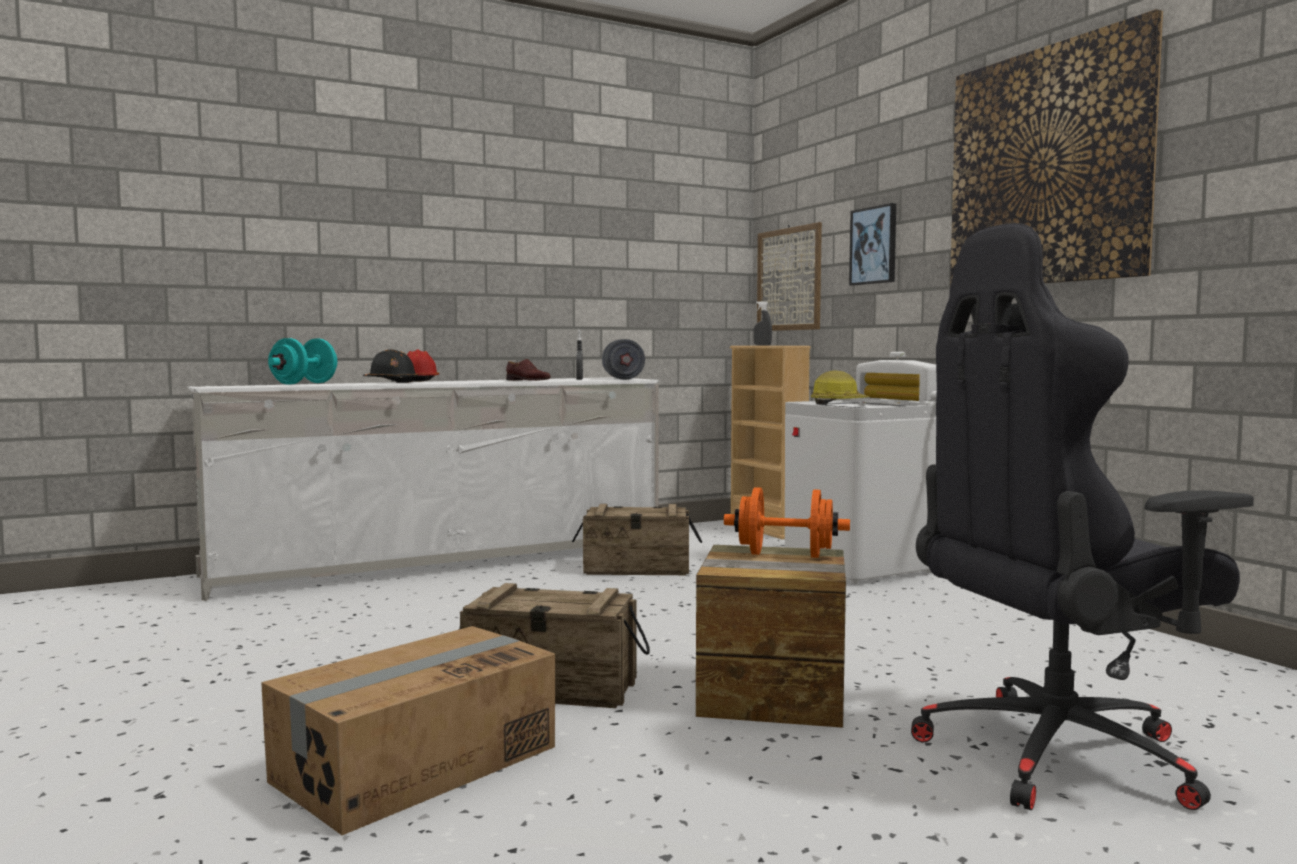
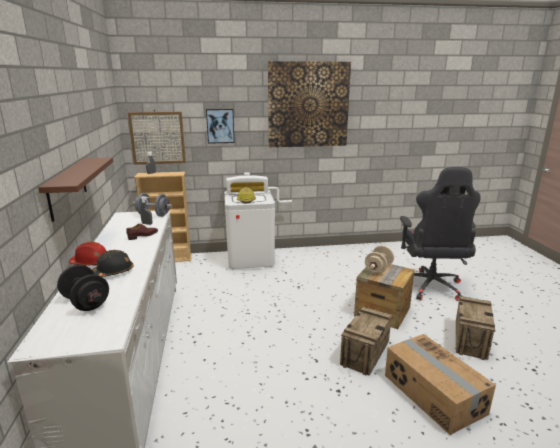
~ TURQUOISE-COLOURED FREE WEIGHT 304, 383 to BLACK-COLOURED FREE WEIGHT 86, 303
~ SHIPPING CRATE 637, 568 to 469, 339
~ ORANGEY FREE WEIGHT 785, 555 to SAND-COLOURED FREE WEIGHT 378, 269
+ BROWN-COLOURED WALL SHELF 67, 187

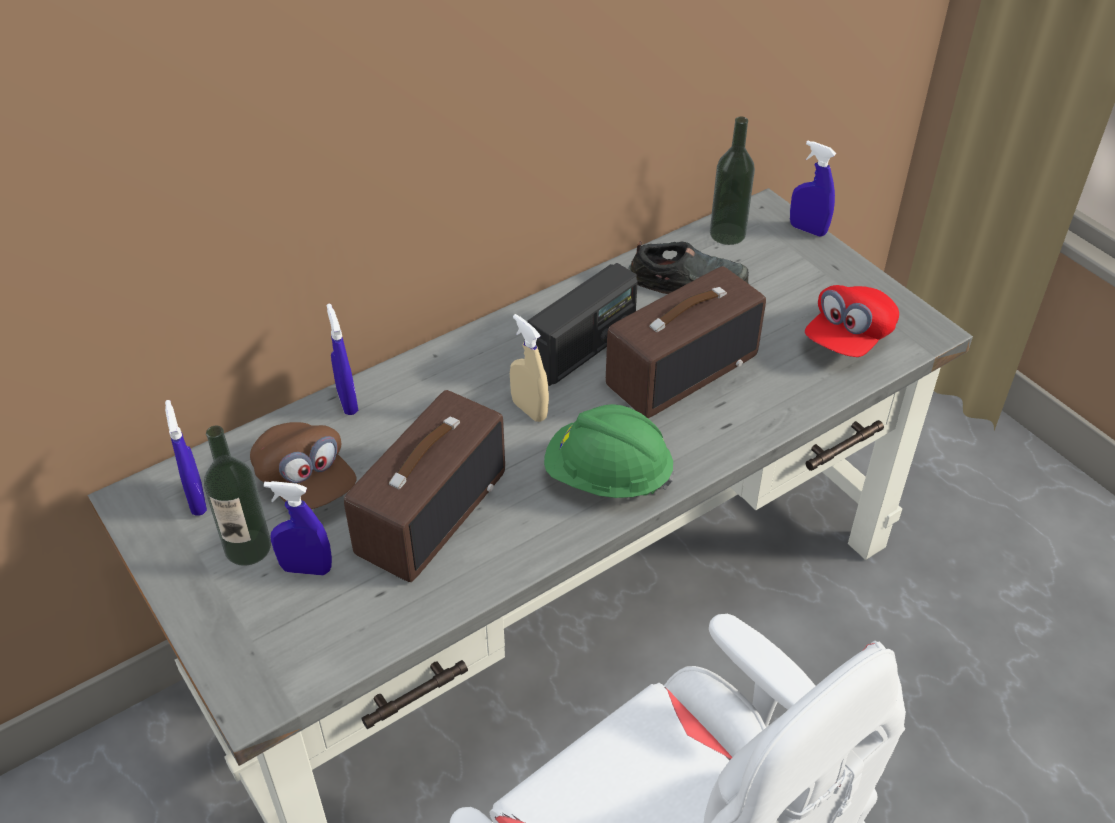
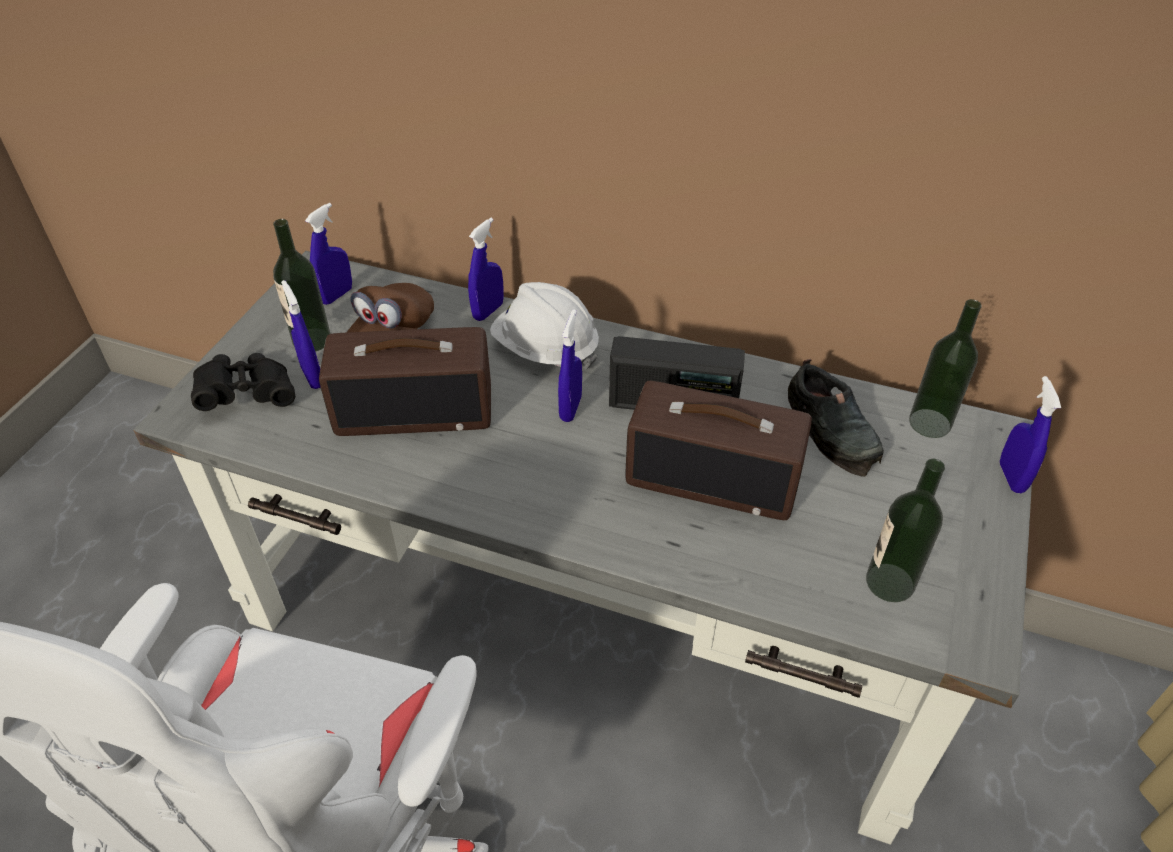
~ SAND-COLOURED SPRAY BOTTLE 529, 410 to BLUISH SPRAY BOTTLE 570, 408
- GREEN WORK HELMET 607, 477
~ RED CAP 848, 338 to BOTTLE 889, 582
+ BLACK-COLOURED BINOCULARS 247, 395
+ WHITE WORK HELMET 545, 350

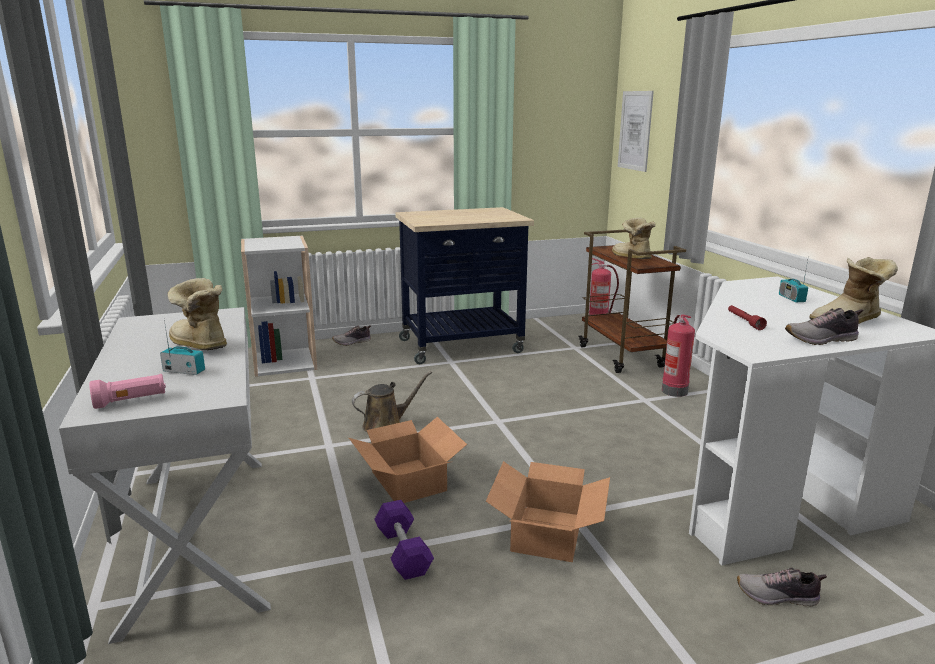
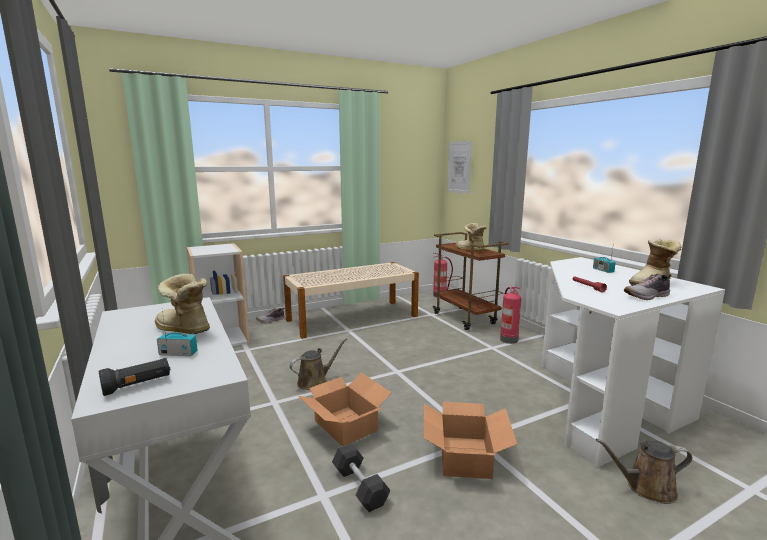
~ PINK-COLOURED FLASHLIGHT 131, 401 to BLACK-COLOURED FLASHLIGHT 137, 385
~ PURPLE-COLOURED FREE WEIGHT 403, 551 to GREYISH FREE WEIGHT 360, 487
~ BLUISH WHEELED CART 461, 346 to SAND-COLOURED BENCH 352, 318
~ ITEM OF FOOTWEAR 778, 597 to BROWN-COLOURED WATERING CAN 646, 488

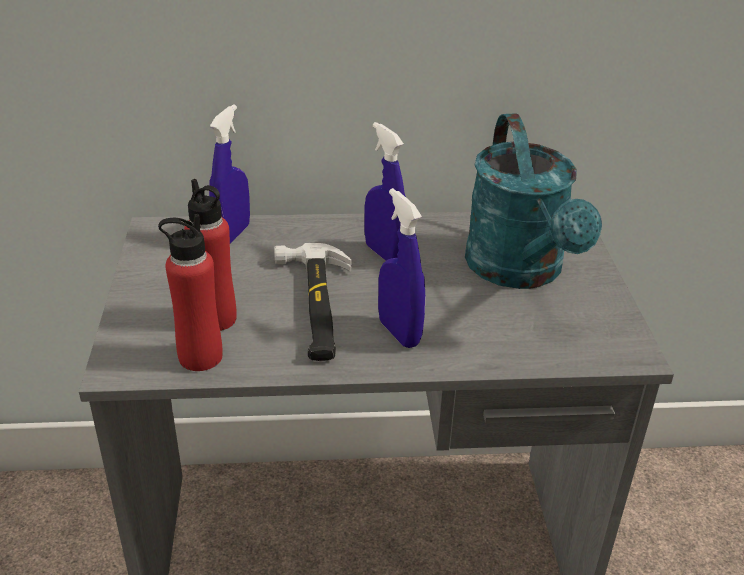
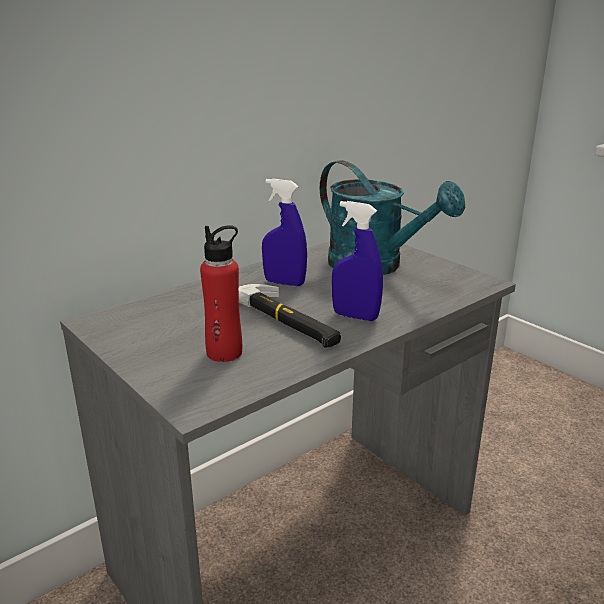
- RED BOTTLE 200, 357
- BLUISH SPRAY BOTTLE 232, 234

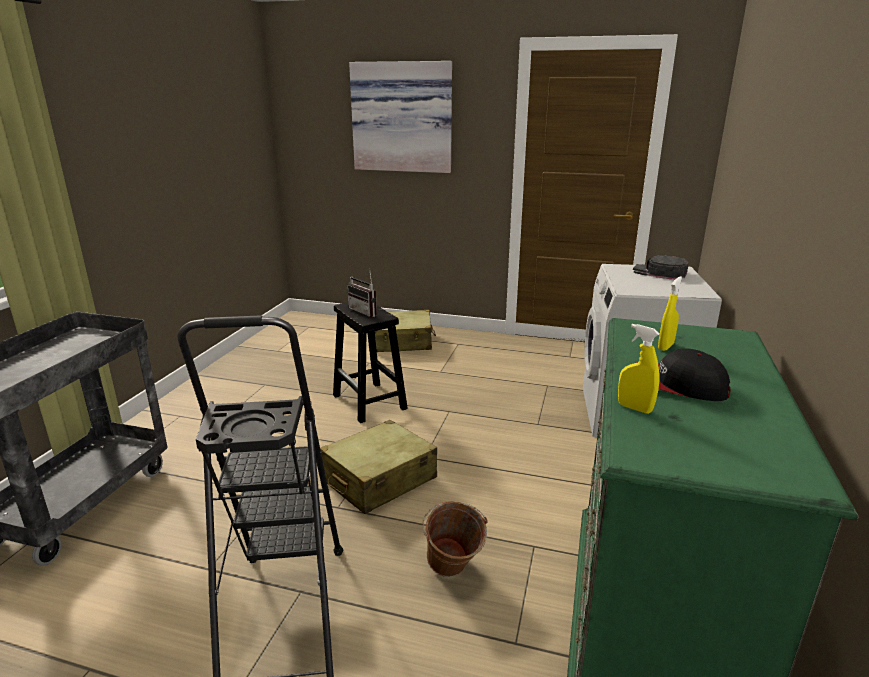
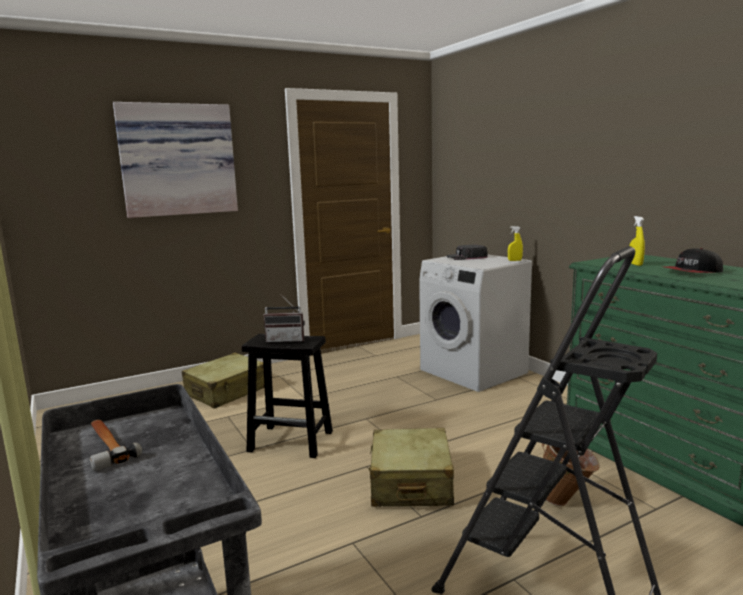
~ YELLOWISH SPRAY BOTTLE 634, 408 to 514, 260
+ HAMMER 106, 445

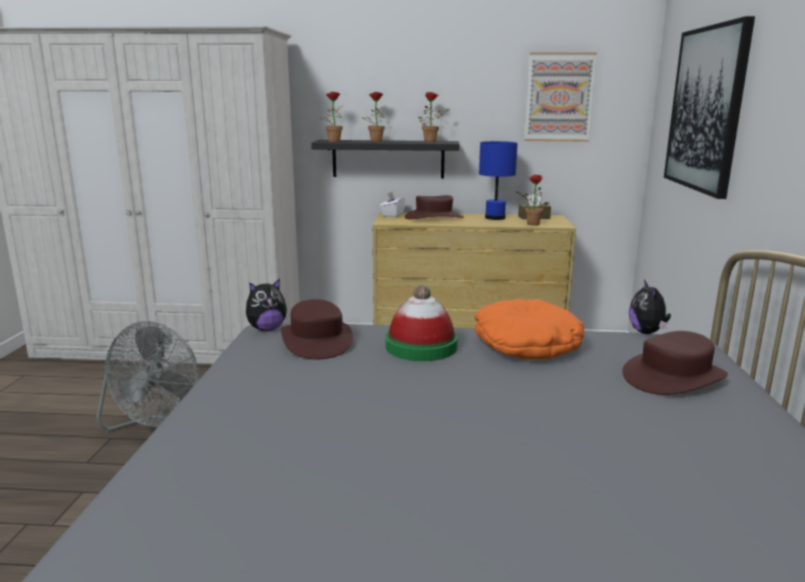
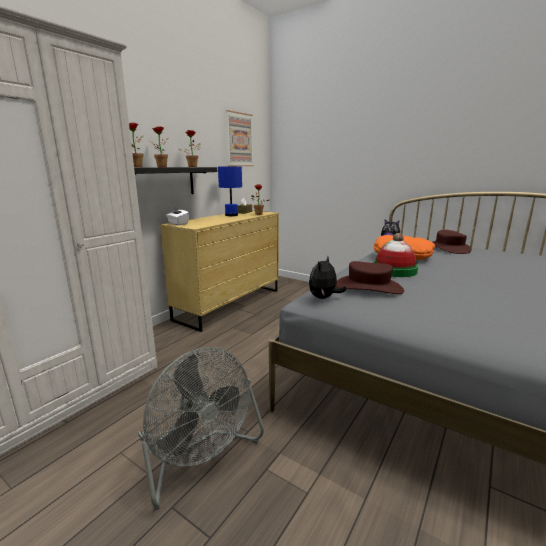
~ CUDDLY TOY 266, 328 = 324, 298 150 degrees counterclockwise
- BROWN-COLOURED WEARABLE HAT 434, 217
- WALL PICTURE 706, 109

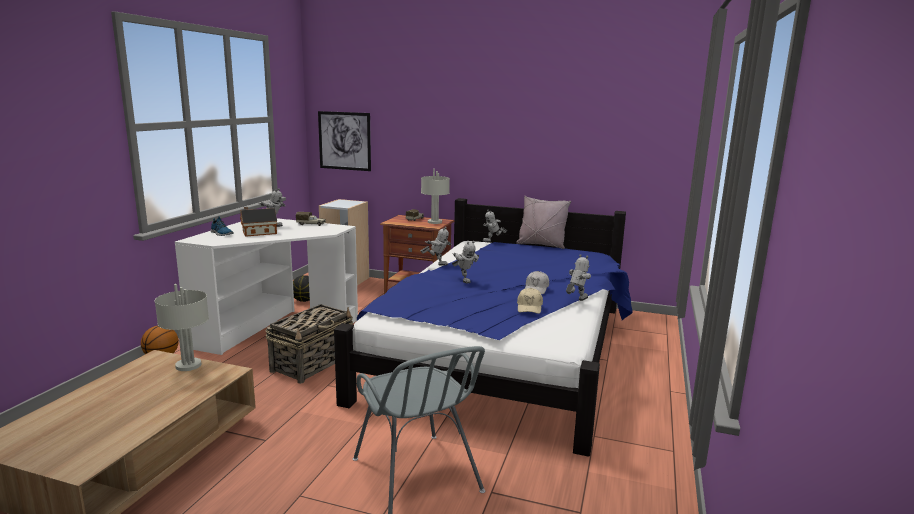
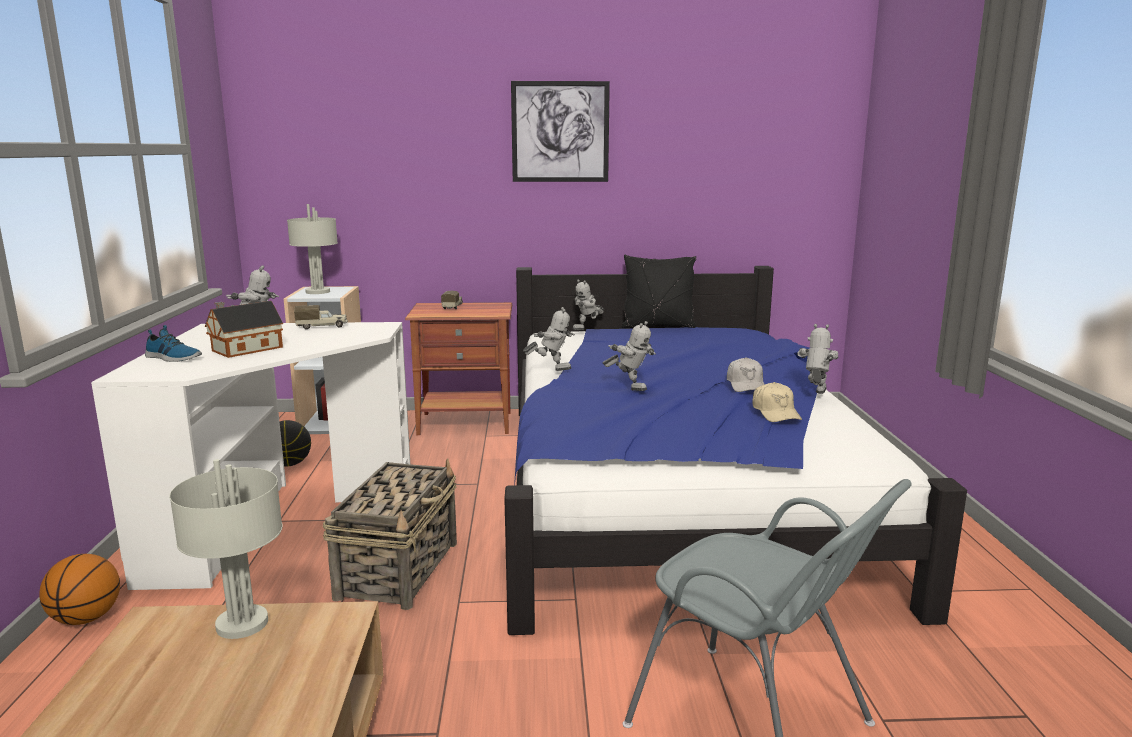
~ WALL PICTURE 344, 141 to 560, 132
~ GREYISH LAMP FOR A TABLE 434, 222 to 317, 292
~ PURPLE-COLOURED THROW PILLOW 541, 245 to BLACK-COLOURED THROW PILLOW 658, 326

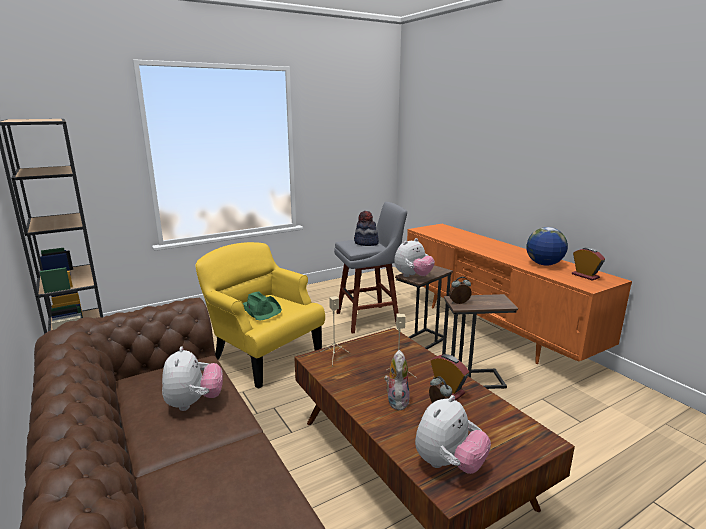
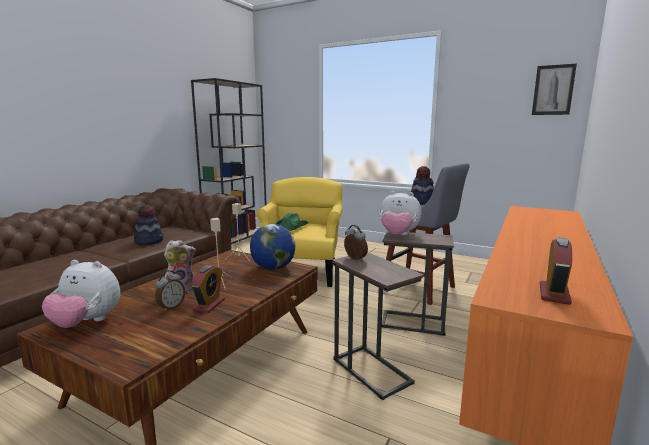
~ CUDDLY TOY 194, 403 to WEARABLE HAT 149, 241
~ GLOBE 544, 264 to 273, 268
+ WALL PICTURE 553, 90

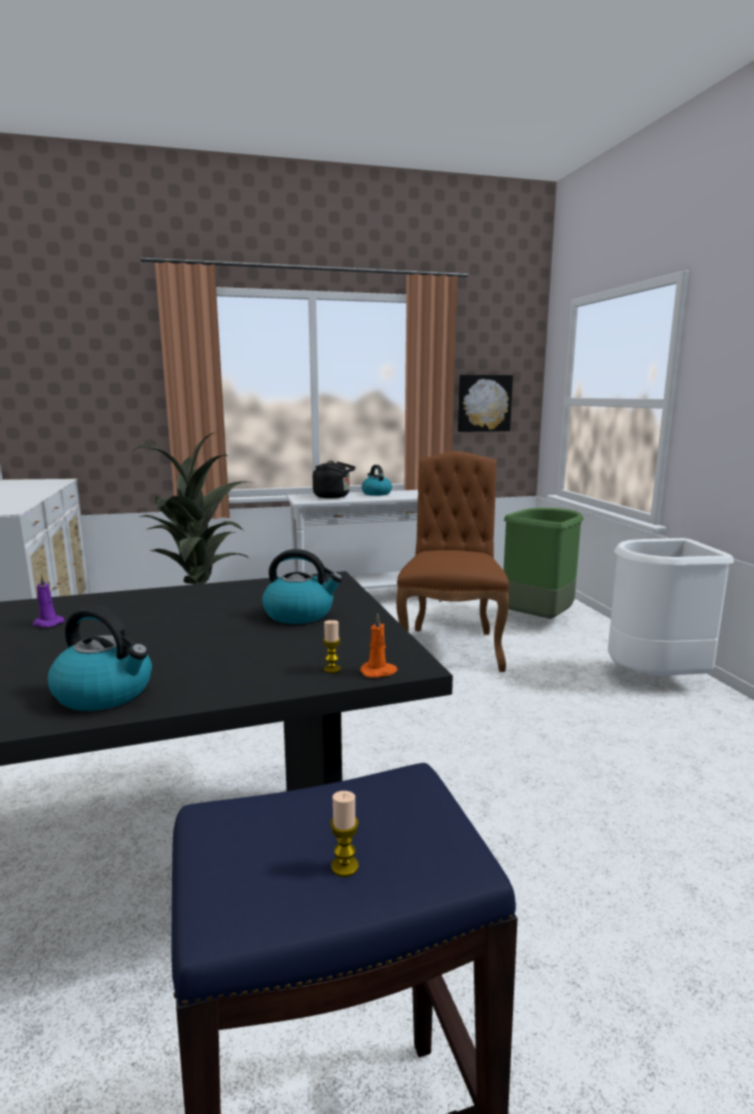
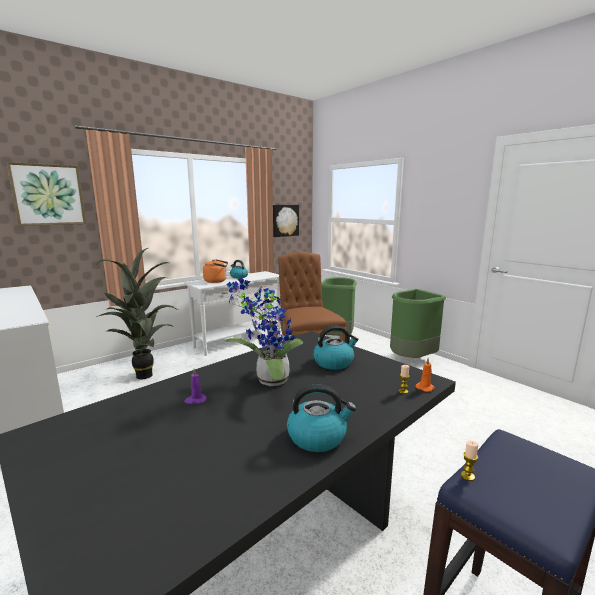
~ BLACK-COLOURED WATER KETTLE 334, 496 to ORANGEY WATER KETTLE 217, 281
~ CANDLE 345, 866 to 467, 476
~ WHITE WASTE BIN 655, 679 to GREEN WASTE BIN 412, 359
+ WALL PICTURE 48, 195
+ POTTED PLANT 268, 380

